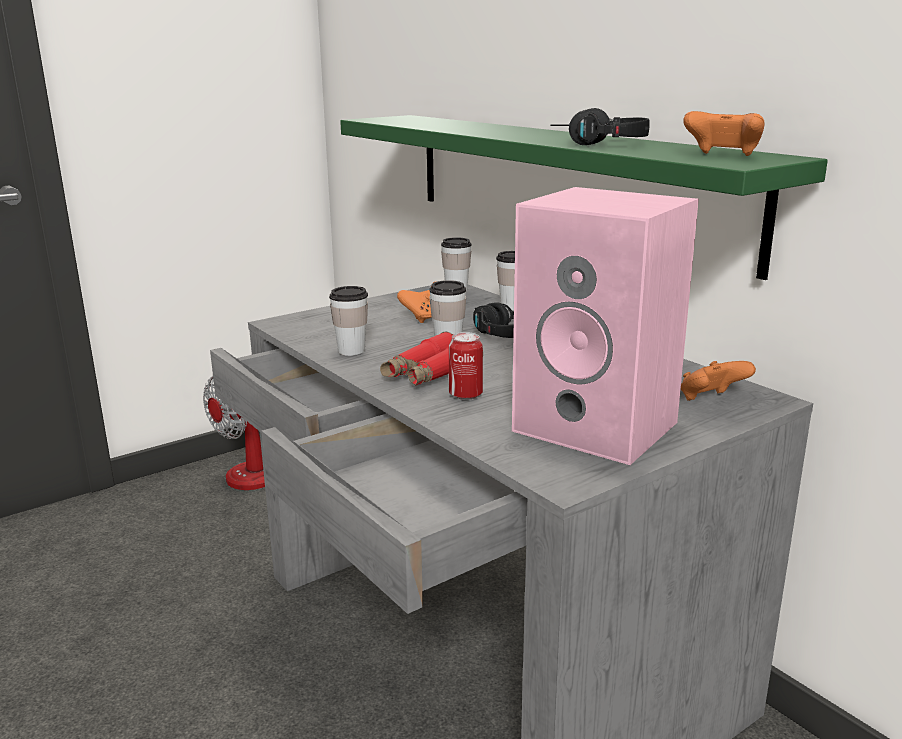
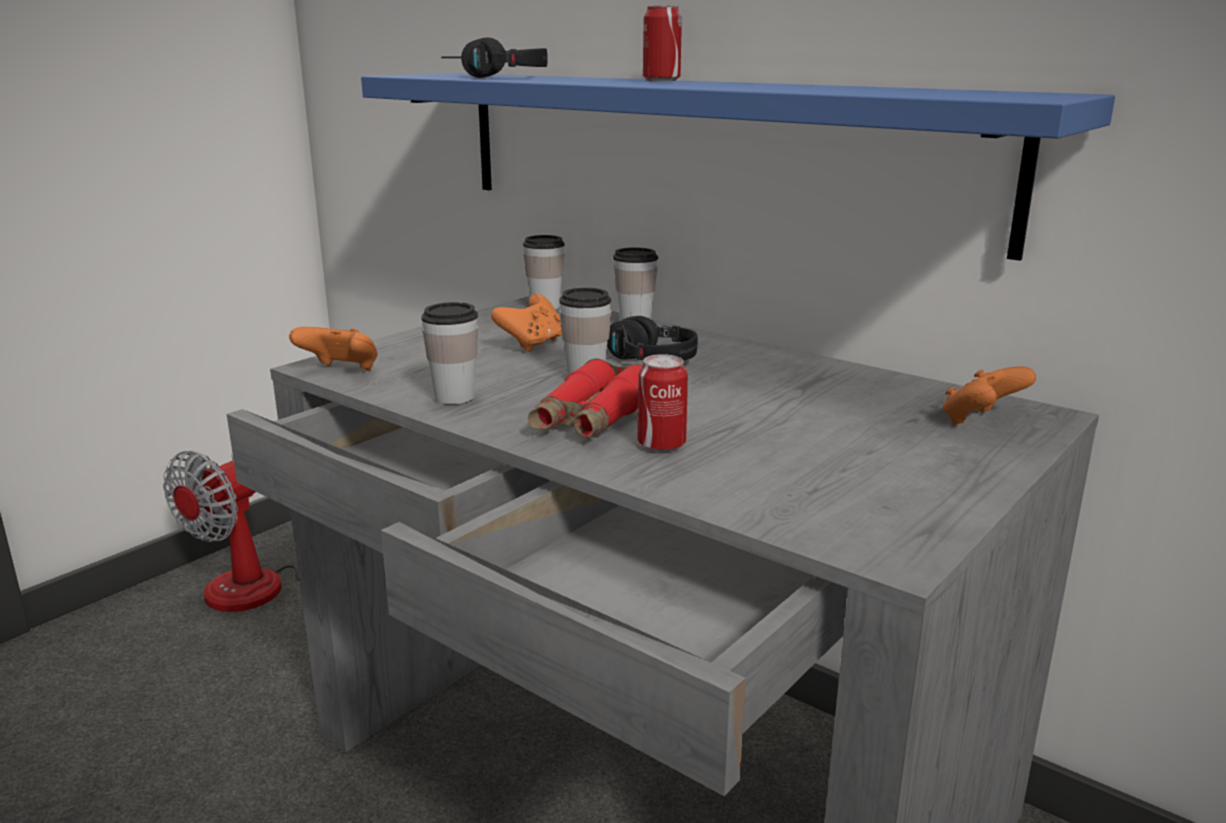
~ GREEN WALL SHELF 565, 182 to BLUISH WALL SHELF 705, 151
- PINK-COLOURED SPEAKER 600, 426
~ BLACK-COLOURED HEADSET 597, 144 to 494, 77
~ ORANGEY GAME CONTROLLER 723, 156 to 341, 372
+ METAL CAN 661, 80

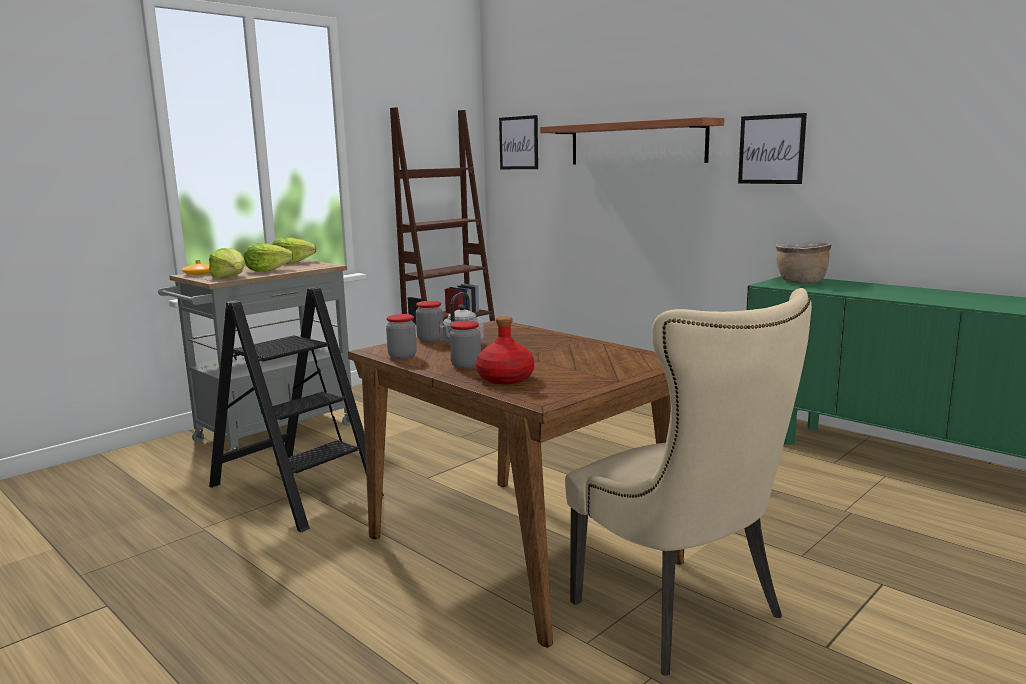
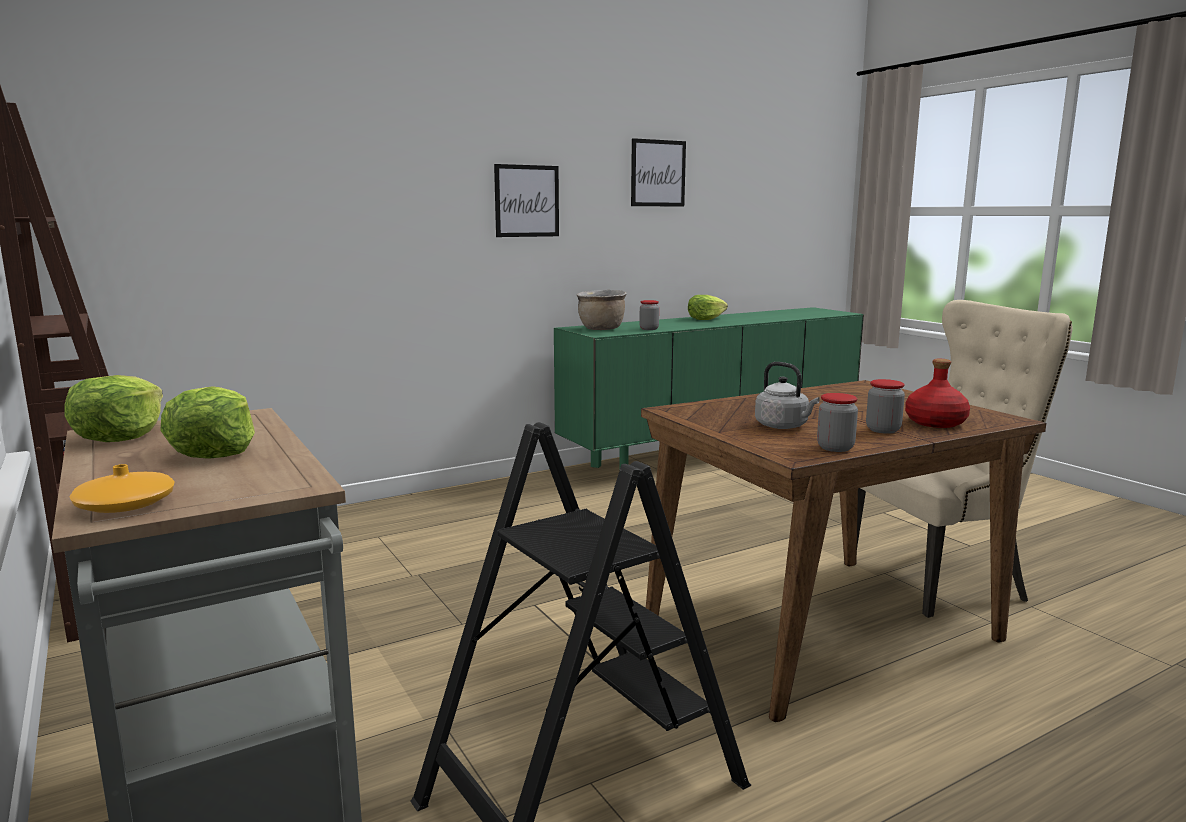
~ HEAD OF LETTUCE 230, 278 to 705, 319
~ JAR 430, 340 to 649, 329
~ WALL PICTURE 519, 143 to 658, 173
- WALL SHELF 636, 143

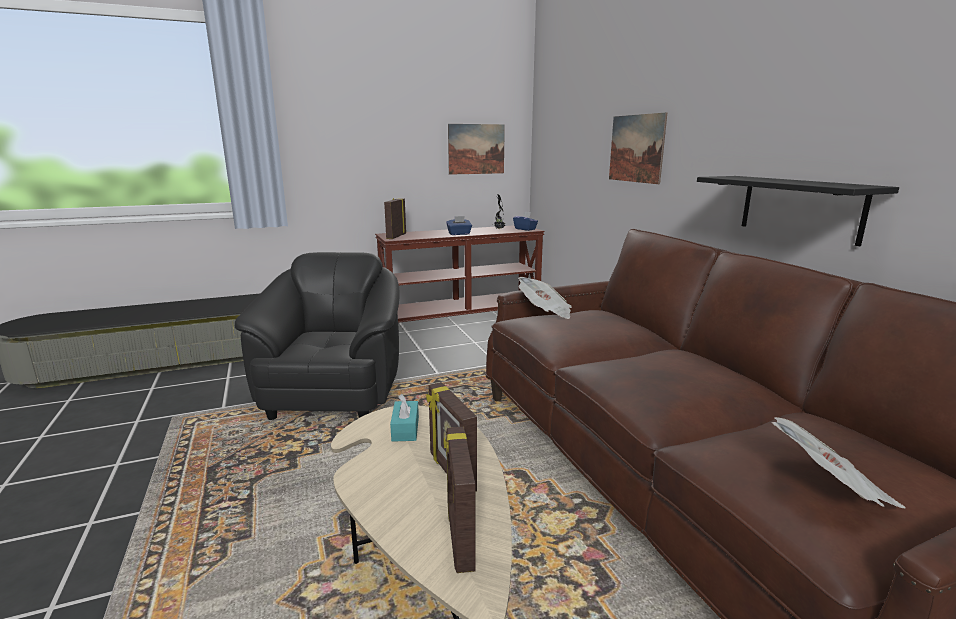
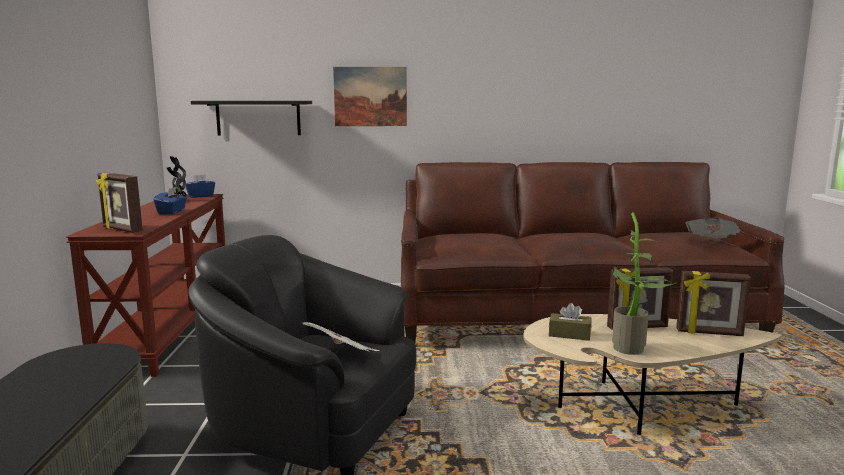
~ TURQUOISE-COLOURED TISSUE BOX 405, 429 to BROWN-COLOURED TISSUE BOX 569, 334
- WALL PICTURE 476, 149
~ NEWSPAPER 545, 312 to 341, 356
~ BLACK-COLOURED WALL SHELF 800, 208 to 258, 118
+ POTTED PLANT 633, 349

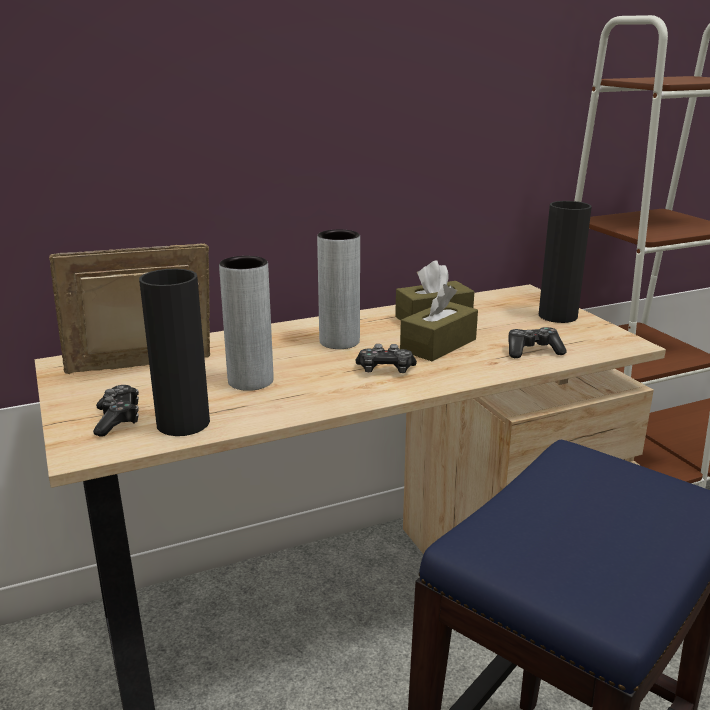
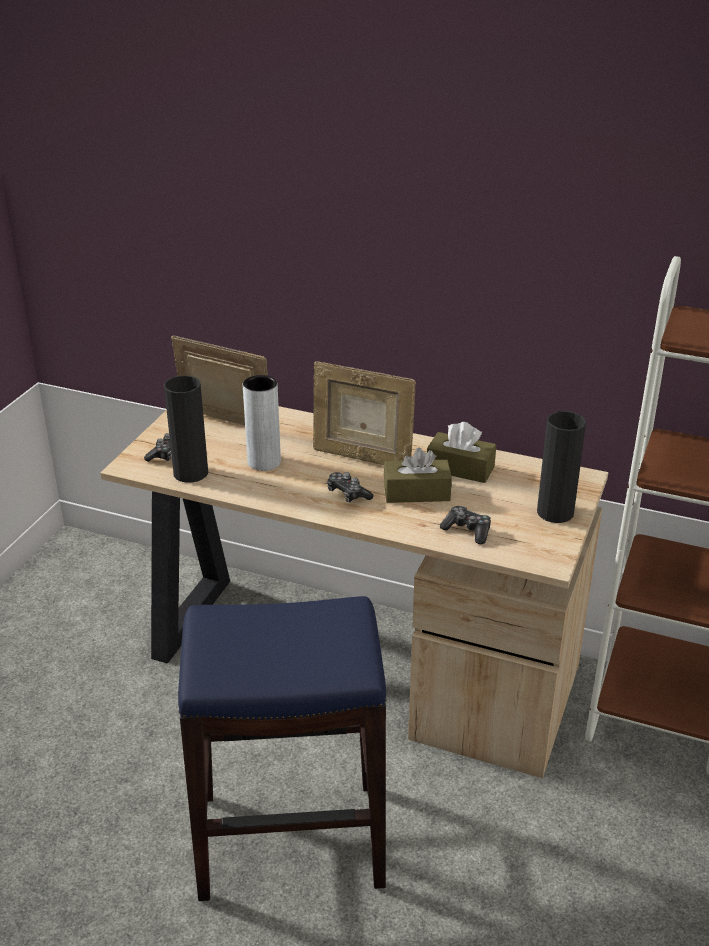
~ GREYISH FLOWER VASE 339, 342 to STANDING FRAME 362, 457

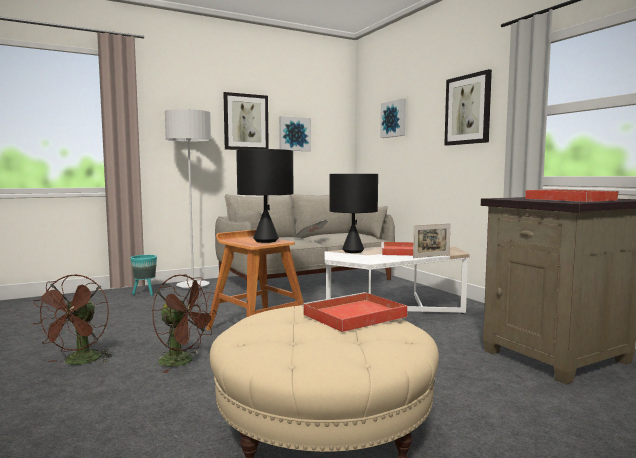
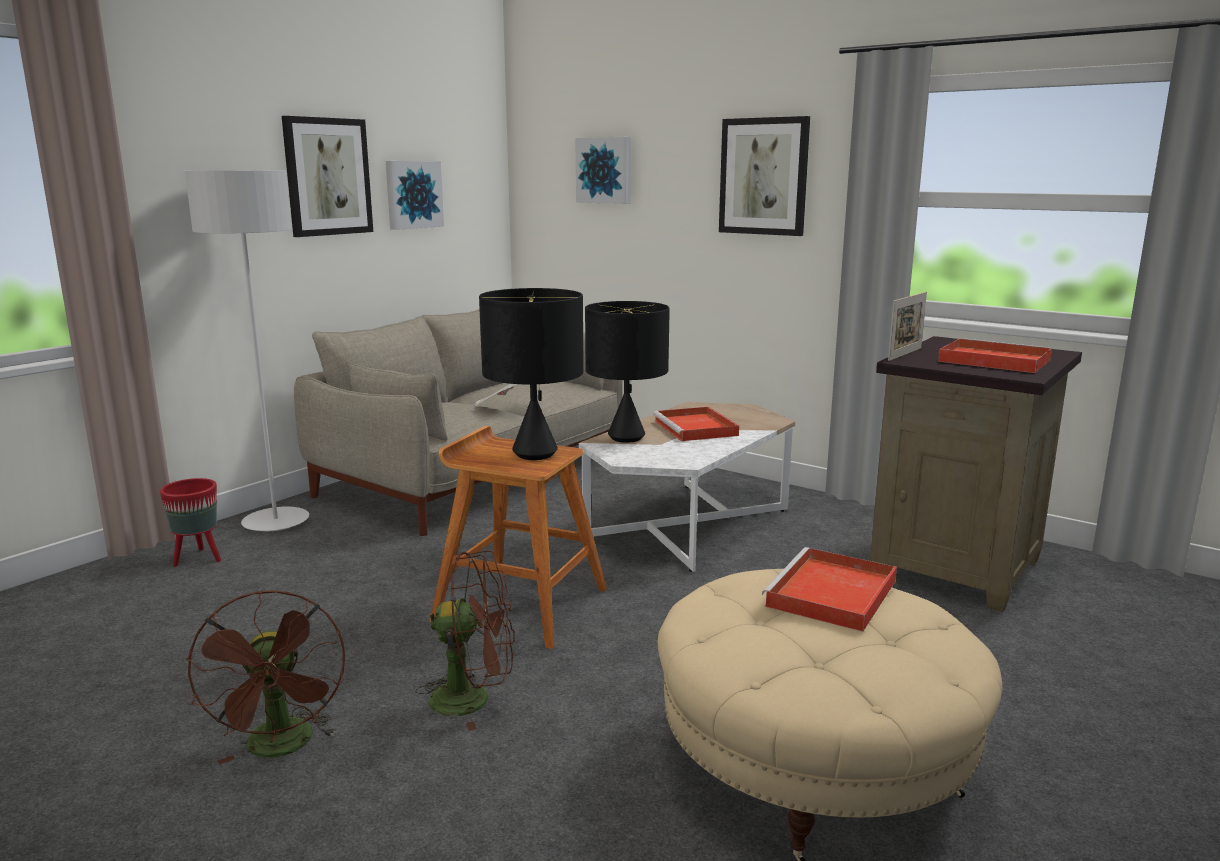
~ TURQUOISE-COLOURED FLOWER POT 145, 293 to RED FLOWER POT 198, 559
~ STANDING FRAME 431, 256 to 905, 354

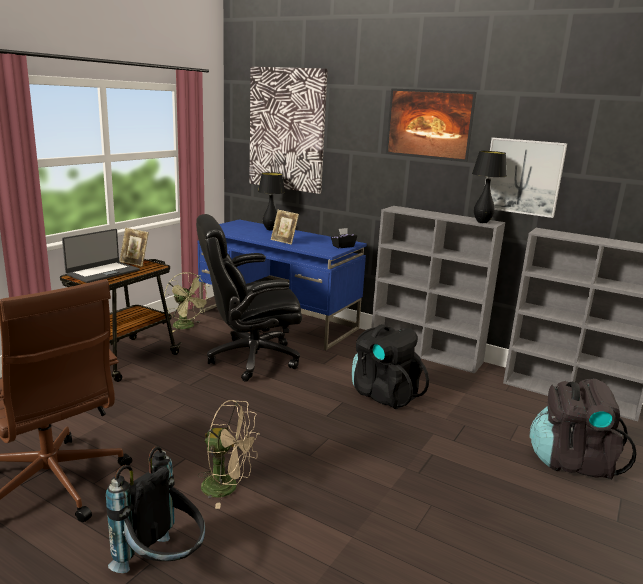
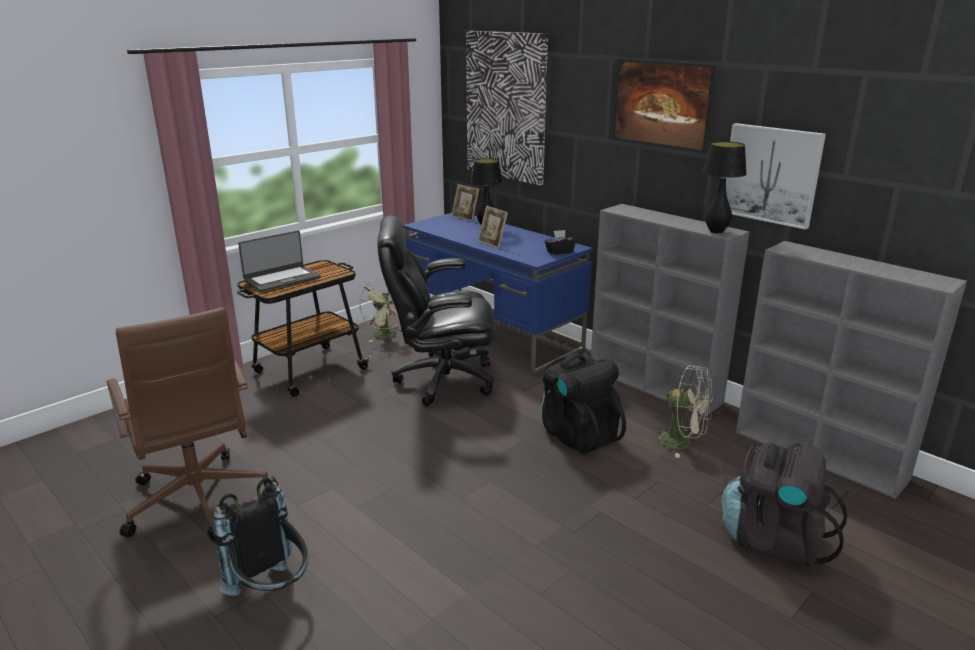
~ STANDING FRAME 134, 263 to 465, 218
~ SAND-COLOURED ELECTRIC FAN 227, 487 to 682, 443

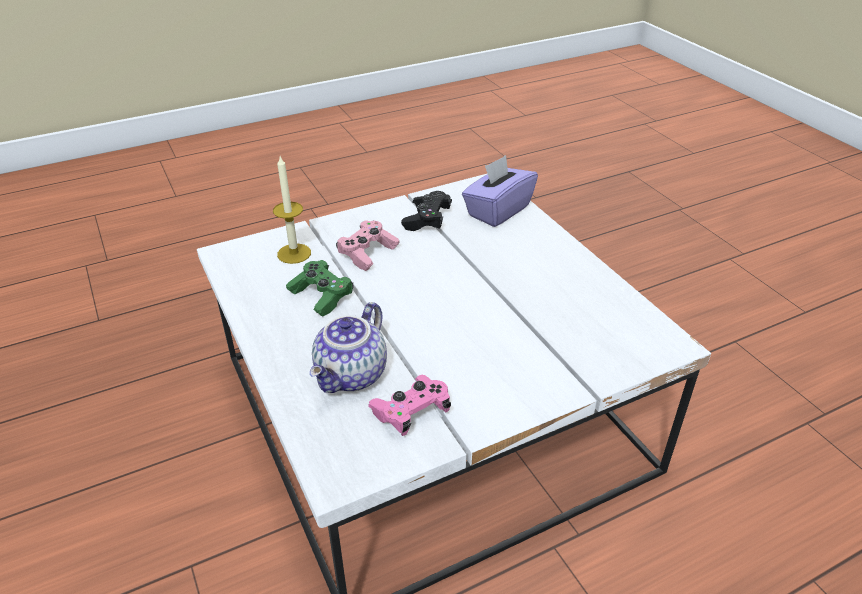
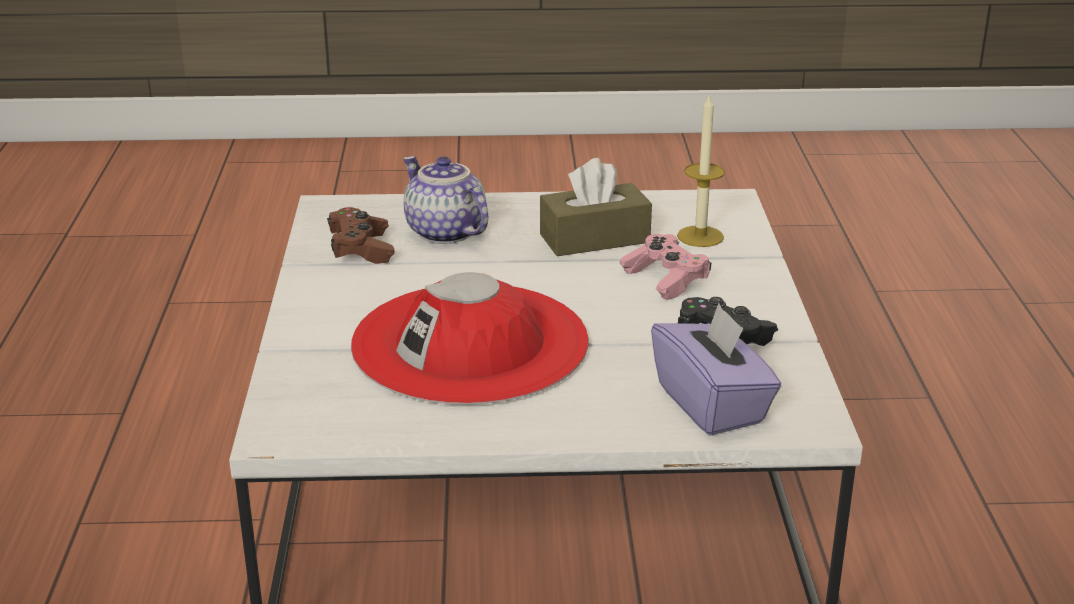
~ GREEN GAME CONTROLLER 321, 296 to BROWN-COLOURED TISSUE BOX 594, 238
~ PINK-COLOURED GAME CONTROLLER 411, 412 to BROWN-COLOURED GAME CONTROLLER 361, 249
+ RED WEARABLE HAT 470, 343

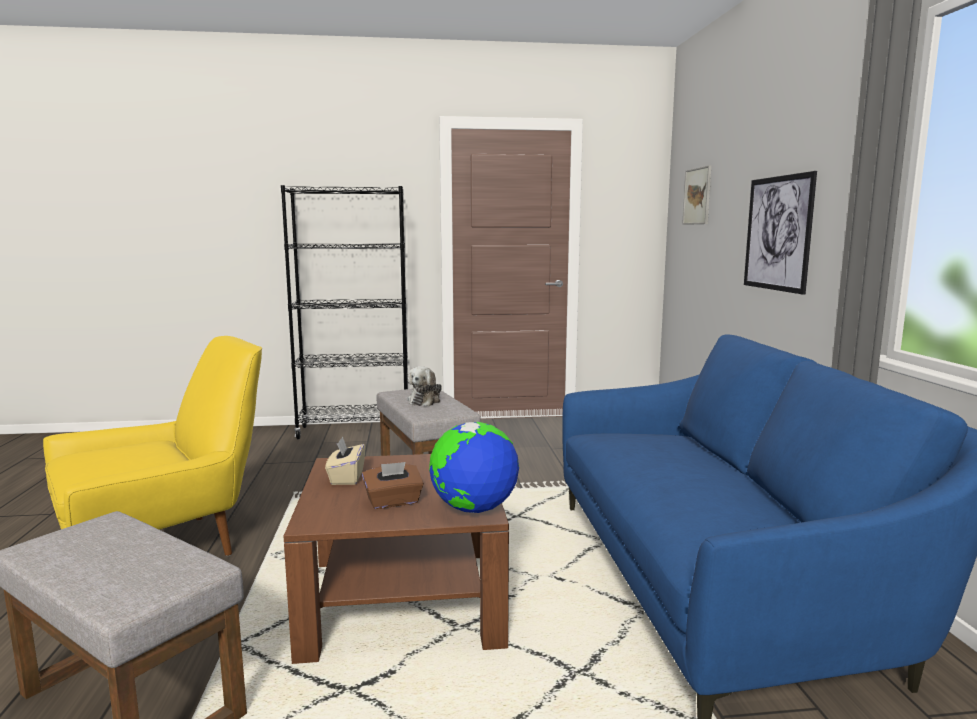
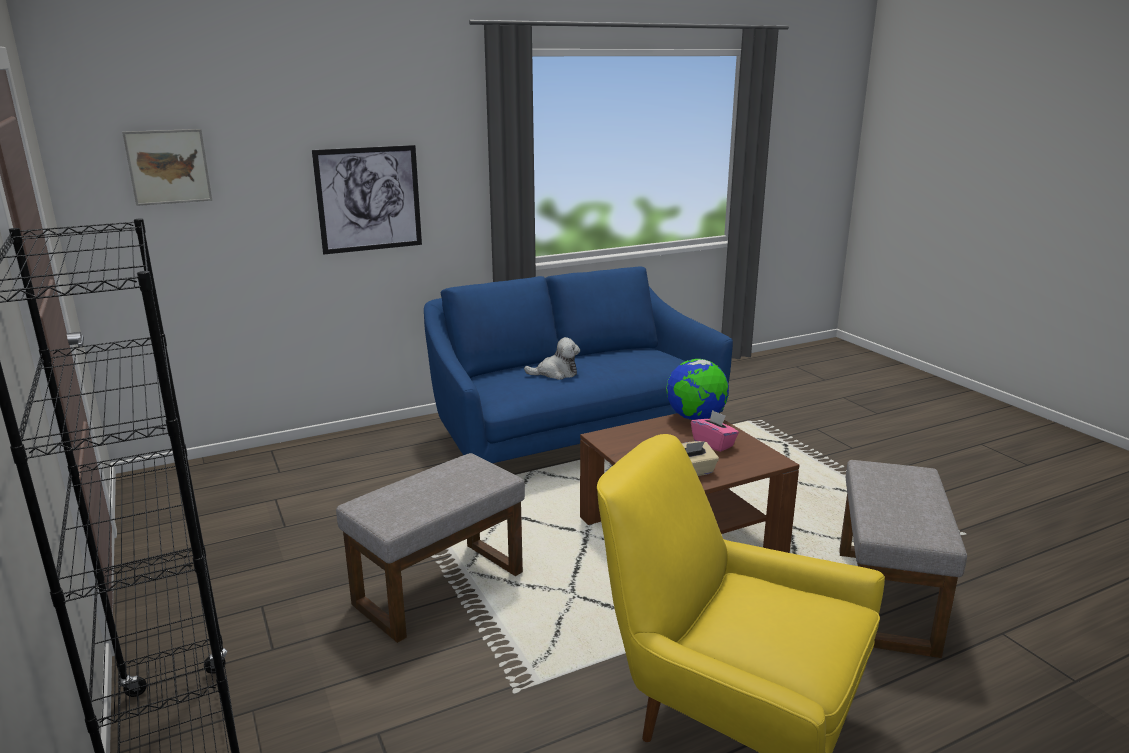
~ BROWN-COLOURED TISSUE BOX 393, 502 to PINK-COLOURED TISSUE BOX 713, 444
~ CUDDLY TOY 425, 400 to 556, 373

